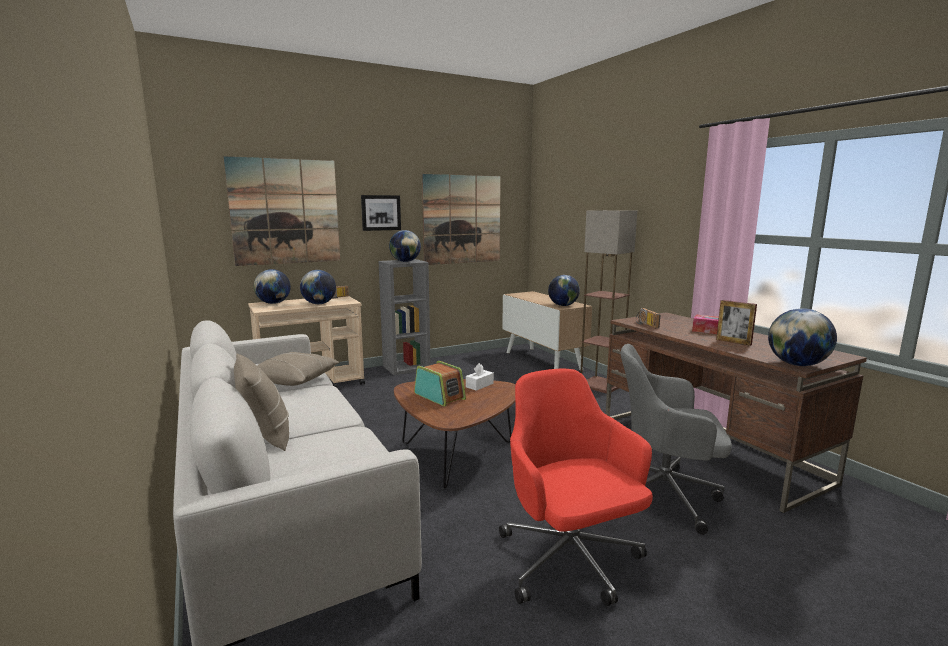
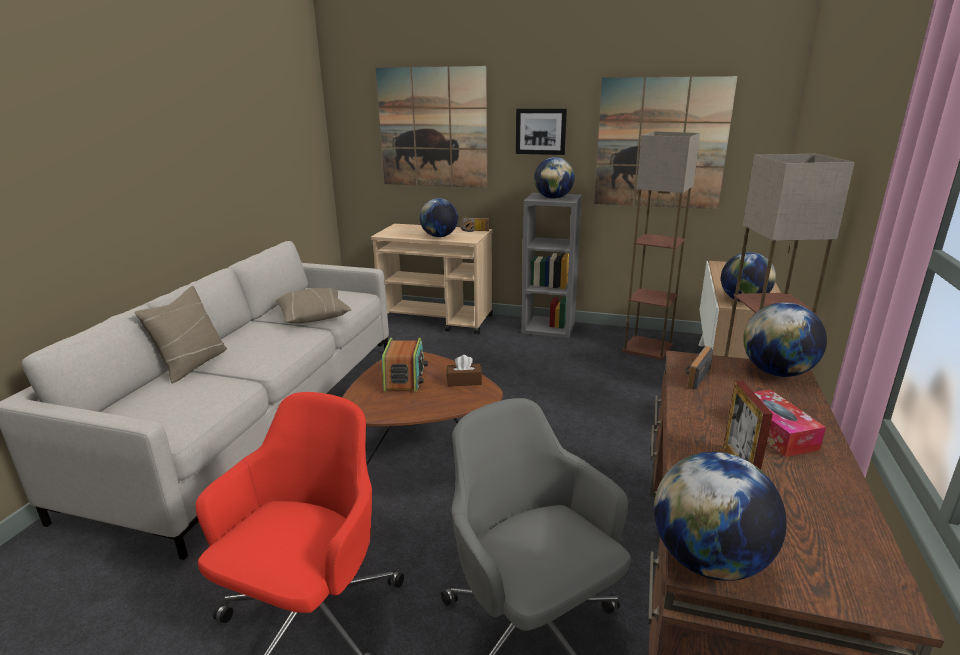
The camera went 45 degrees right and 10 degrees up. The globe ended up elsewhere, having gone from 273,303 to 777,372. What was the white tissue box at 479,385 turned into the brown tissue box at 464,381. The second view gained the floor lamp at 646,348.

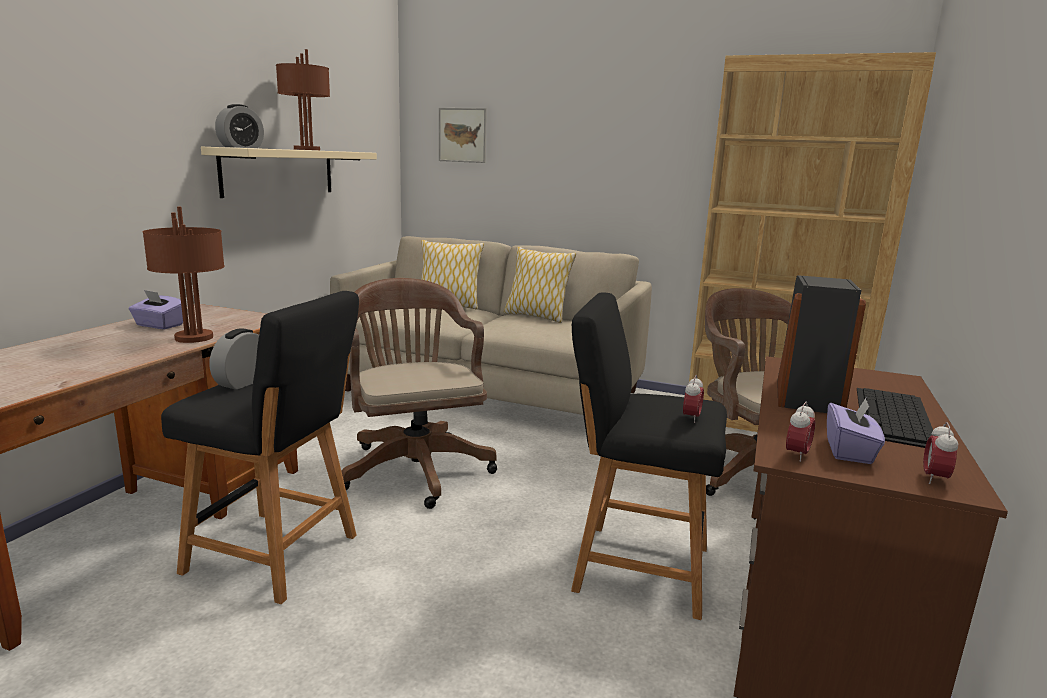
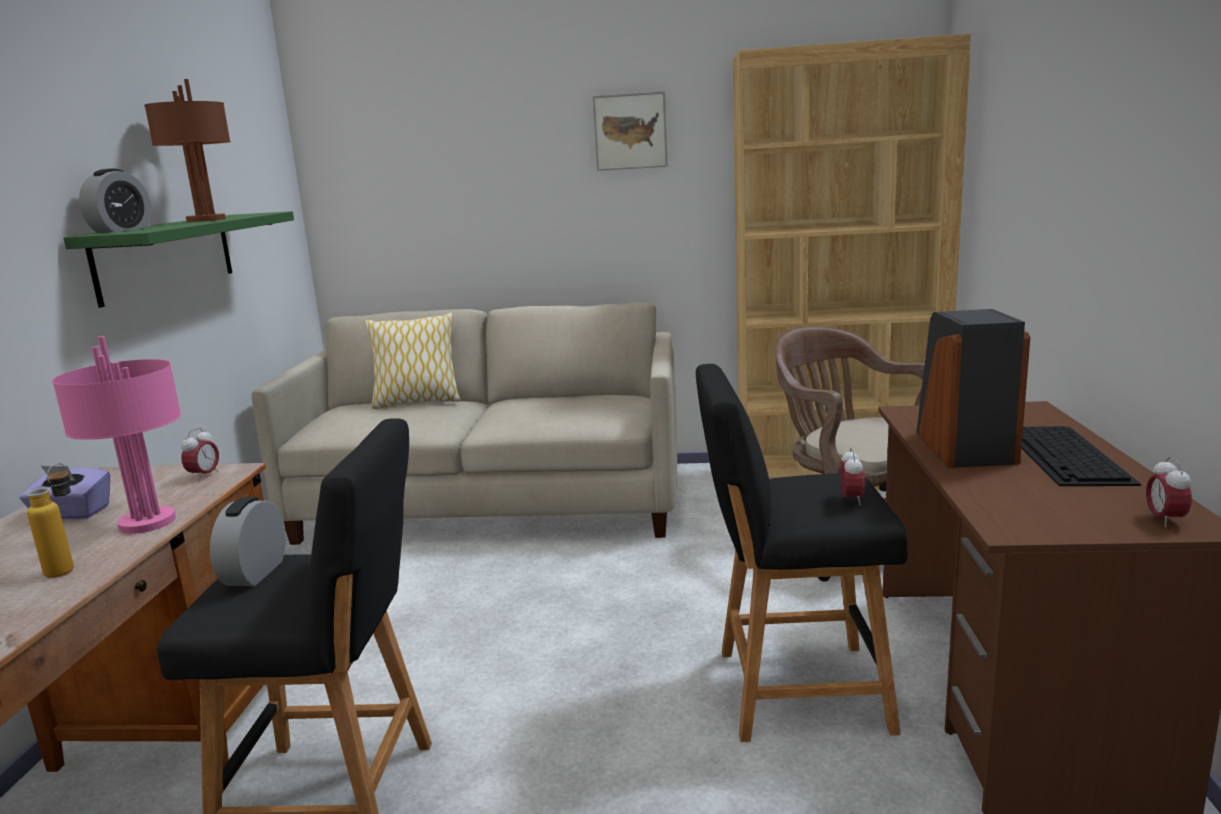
The camera went 15 degrees left and 0 degrees up. The picture ended up elsewhere, having gone from 462,135 to 630,131. What was the beige shelf at 279,172 turned into the green shelf at 166,256. What was the brown table lamp at 195,338 turned into the pink table lamp at 149,522. The second view lost the pillow at 536,316. The second view lost the brown office chair at 414,466. The second view lost the purple tissue box at 849,451. The alarm clock ended up elsewhere, having gone from 796,455 to 204,476. The second view gained the bottle at 68,567.

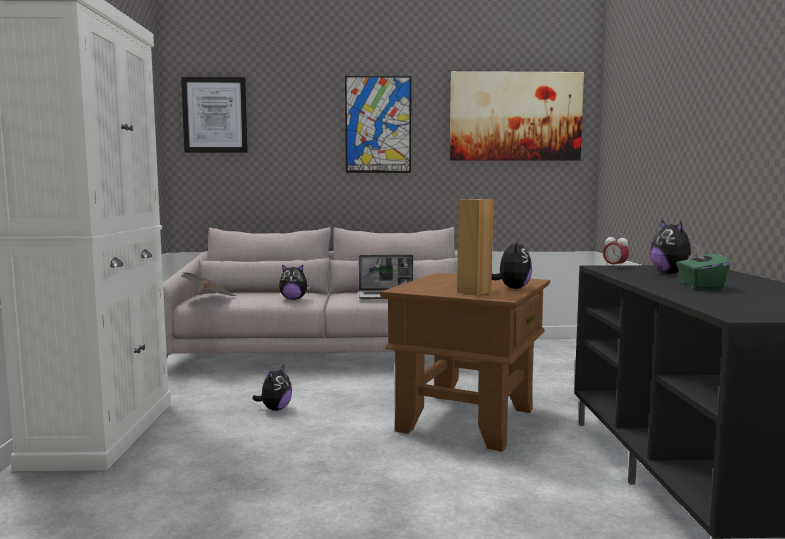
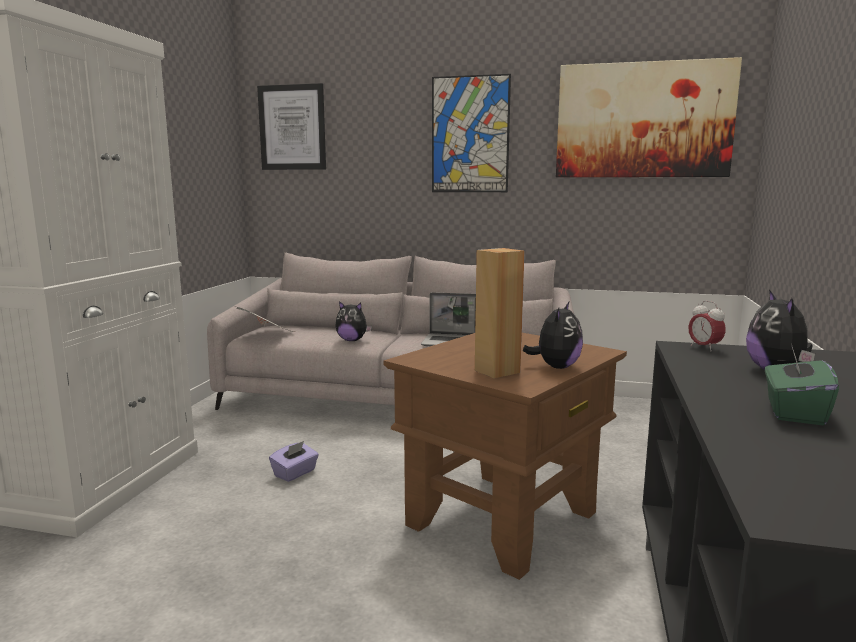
The camera went 15 degrees right and 5 degrees up. Where the plush toy stood at 275,409, the purple tissue box came to stand at 295,473.

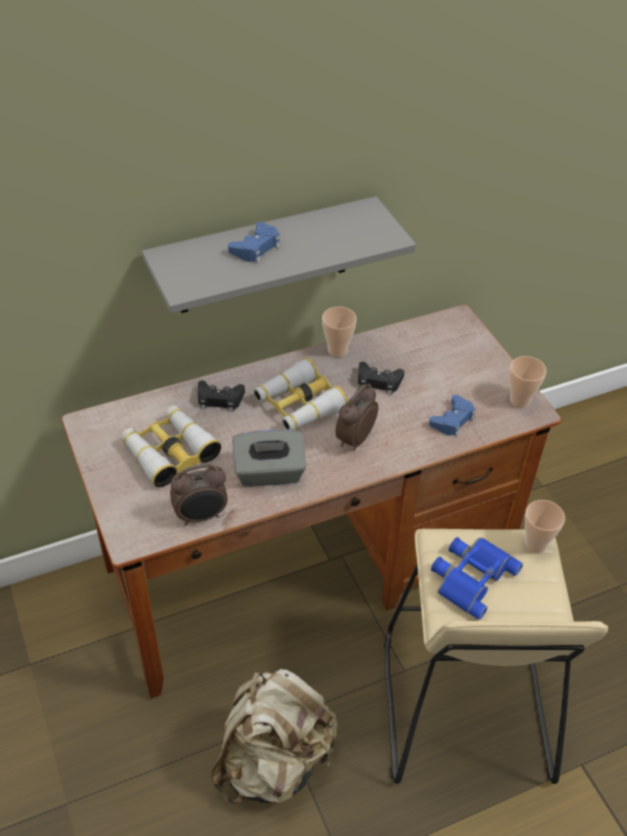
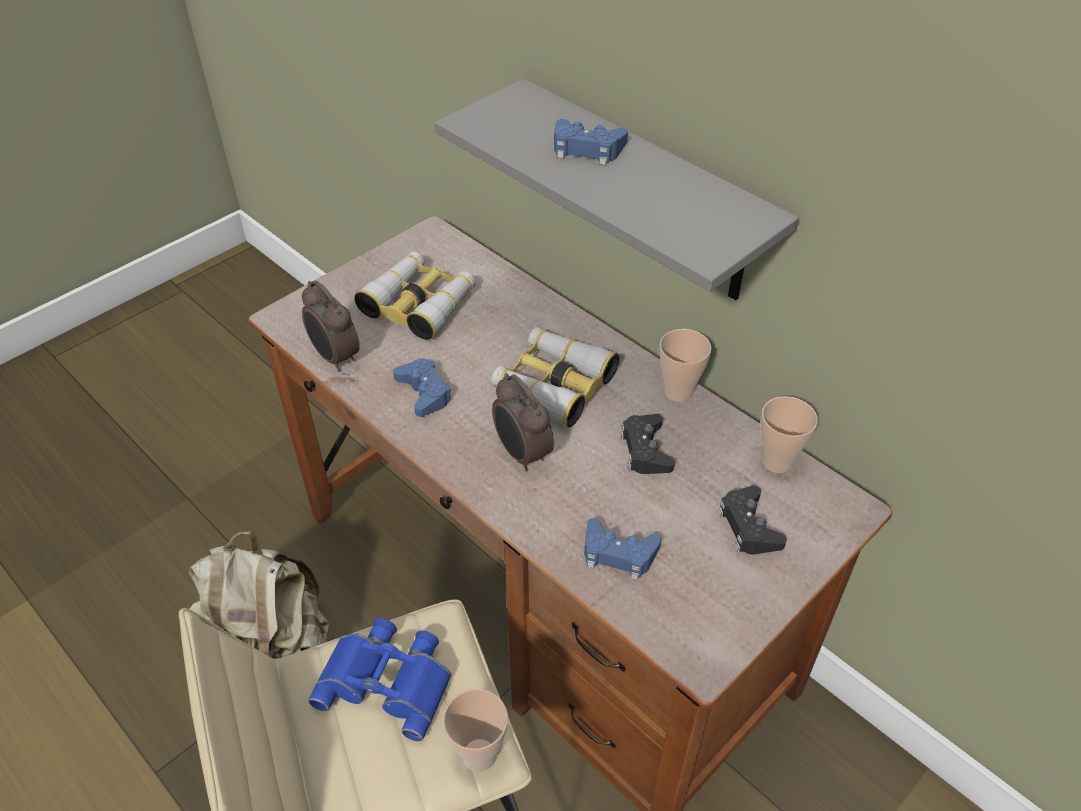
The camera went 70 degrees right and 0 degrees up. The cup ended up elsewhere, having gone from 519,401 to 777,461. The black game controller ended up elsewhere, having gone from 219,399 to 748,527. The alarm clock at 354,439 ended up facing another way, 135 degrees counterclockwise from before. Where the grey tissue box stood at 269,473, the blue game controller came to stand at 424,392.

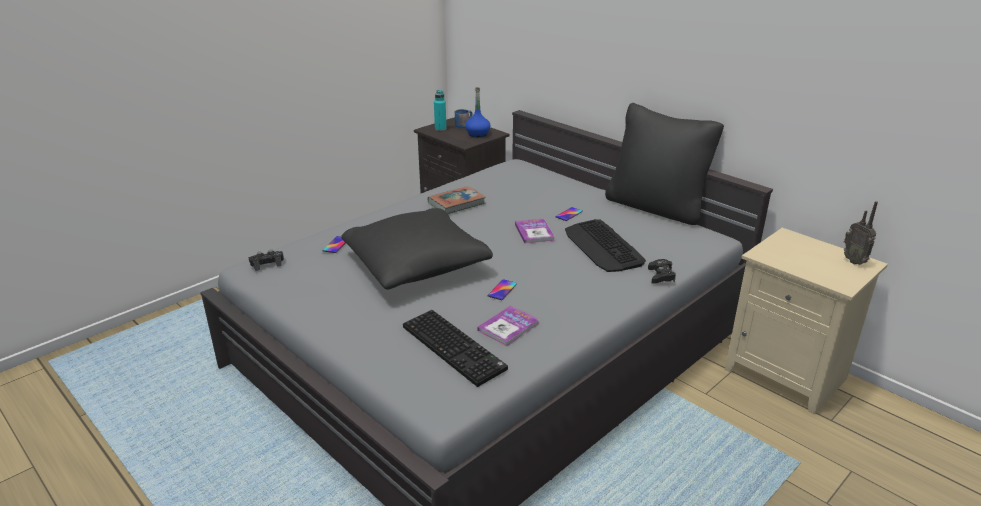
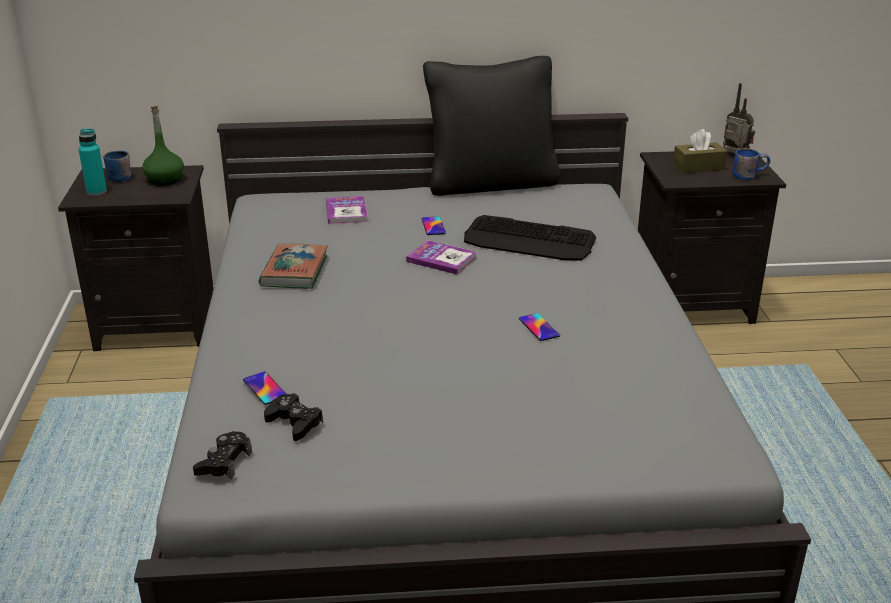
The camera went 50 degrees left and 0 degrees up. What was the blue bottle at 477,134 turned into the green bottle at 164,180. The radio at 854,261 ended up facing another way, 150 degrees counterclockwise from before. The second view lost the black pillow at 416,265. What was the beige nightstand at 787,374 turned into the black nightstand at 693,304. The black game controller ended up elsewhere, having gone from 661,276 to 294,422. The book ended up elsewhere, having gone from 508,327 to 346,212. The second view lost the keyboard at 455,348. The second view gained the brown tissue box at 698,167. The second view gained the blue mug at 748,175.

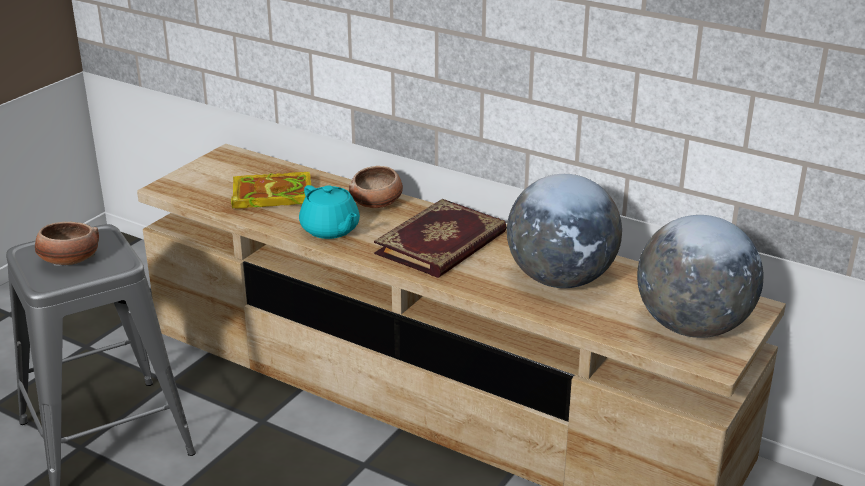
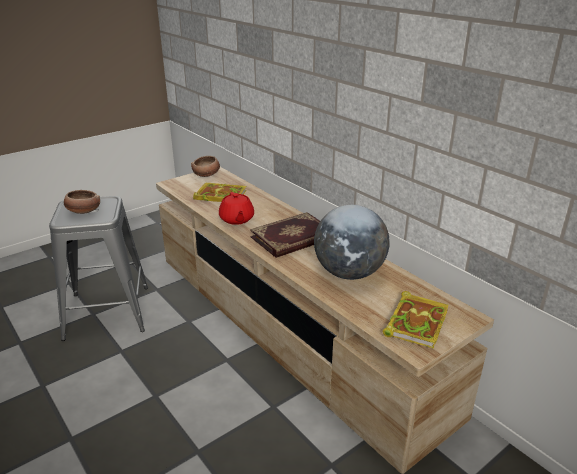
The camera went 20 degrees right and 0 degrees up. The bowl ended up elsewhere, having gone from 377,203 to 207,175. What was the turquoise teapot at 330,230 turned into the red teapot at 236,219. Where the globe stood at 692,327, the book came to stand at 416,321.

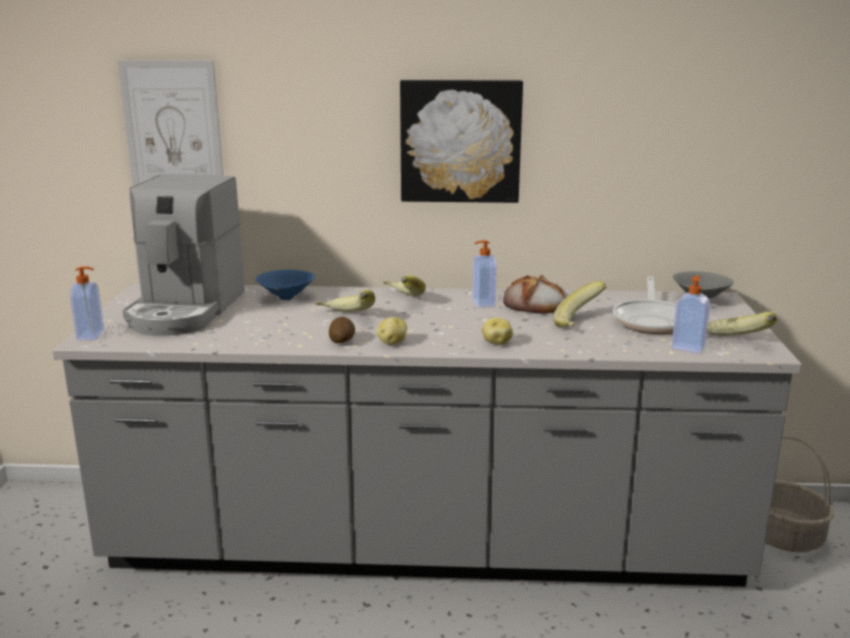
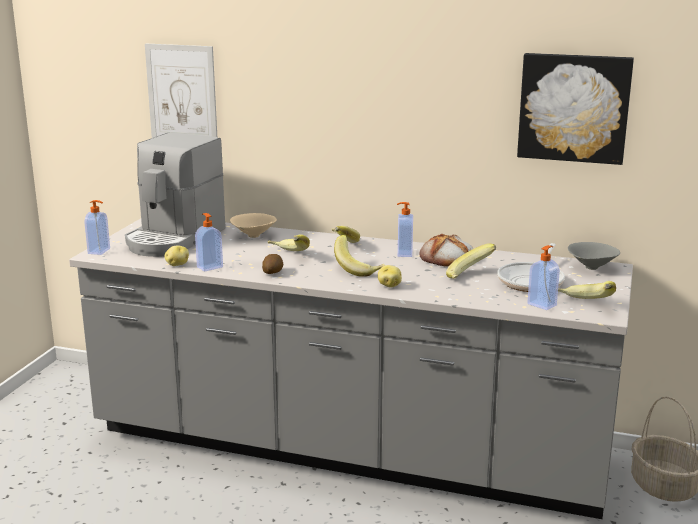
The camera went 15 degrees right and 0 degrees up. The picture ended up elsewhere, having gone from 460,141 to 574,107. What was the blue bowl at 285,299 turned into the beige bowl at 253,236. The potato ended up elsewhere, having gone from 392,343 to 177,265. The second view gained the soap dispenser at 209,267. The second view gained the banana at 359,269.

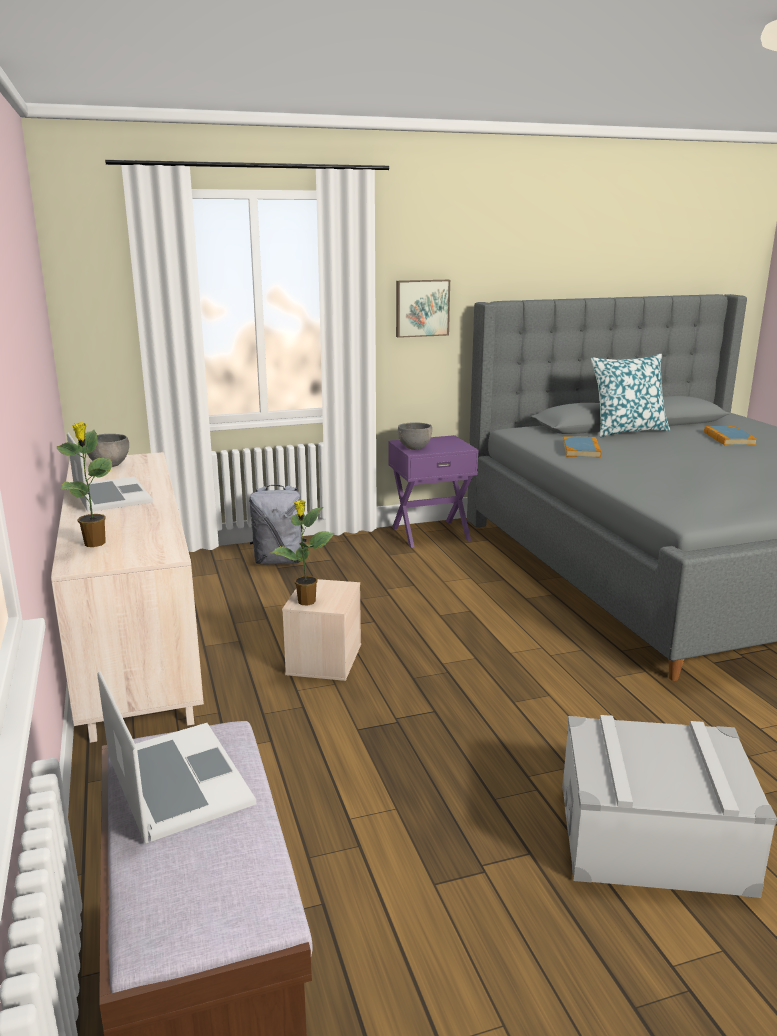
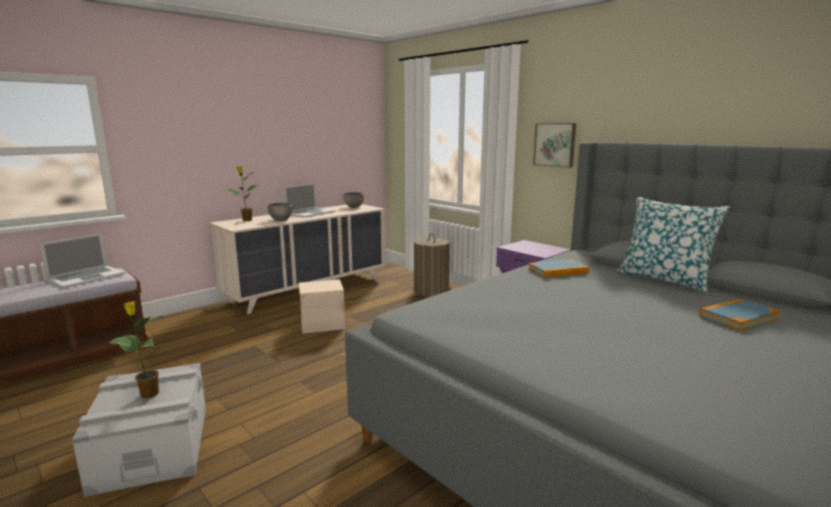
The camera went 65 degrees right and 5 degrees down. The grey bowl ended up elsewhere, having gone from 414,448 to 281,220. Where the grey backpack stood at 279,561, the laundry basket came to stand at 431,291. The potted plant ended up elsewhere, having gone from 306,602 to 148,394.

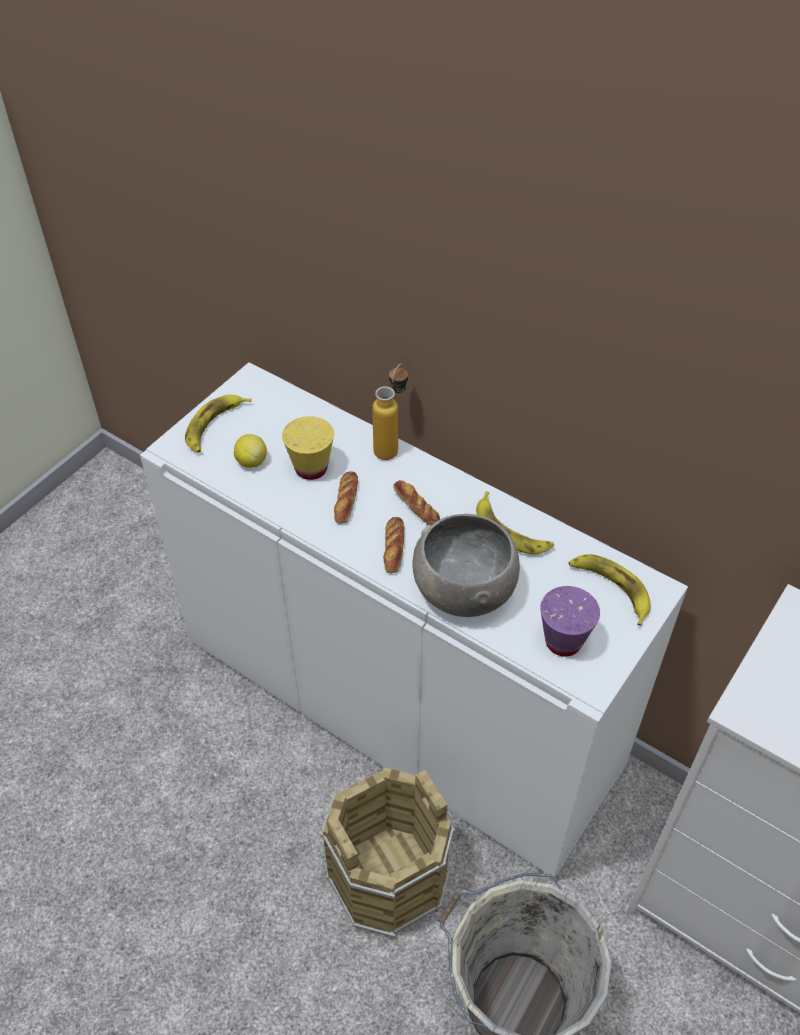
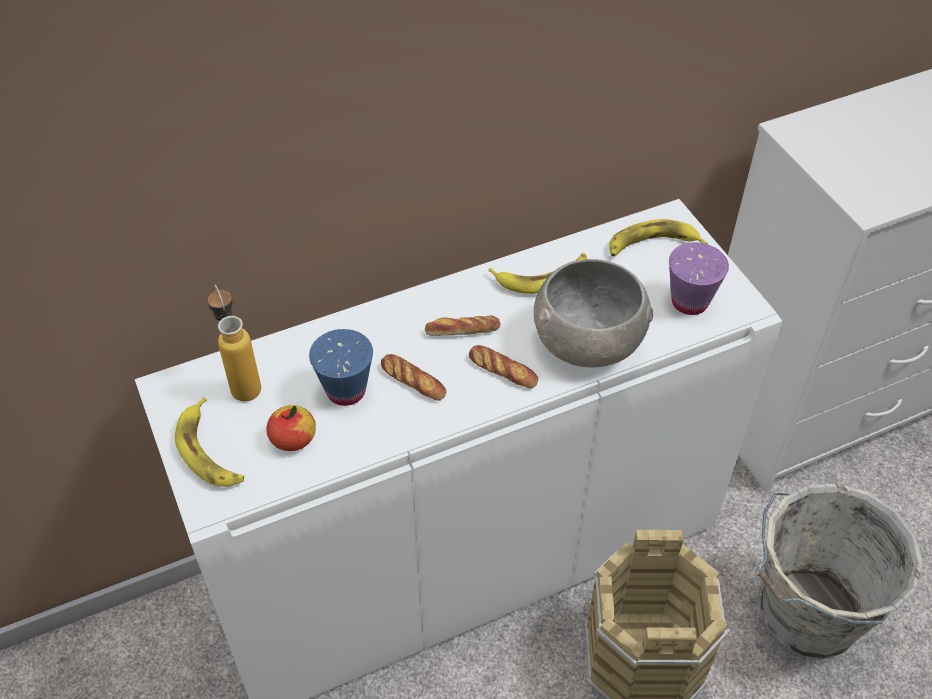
The camera went 60 degrees left and 0 degrees up. The bottle ended up elsewhere, having gone from 391,446 to 242,381. What was the yellow cup at 311,468 turned into the blue cup at 346,391. Where the lemon stood at 251,461, the apple came to stand at 293,438.

